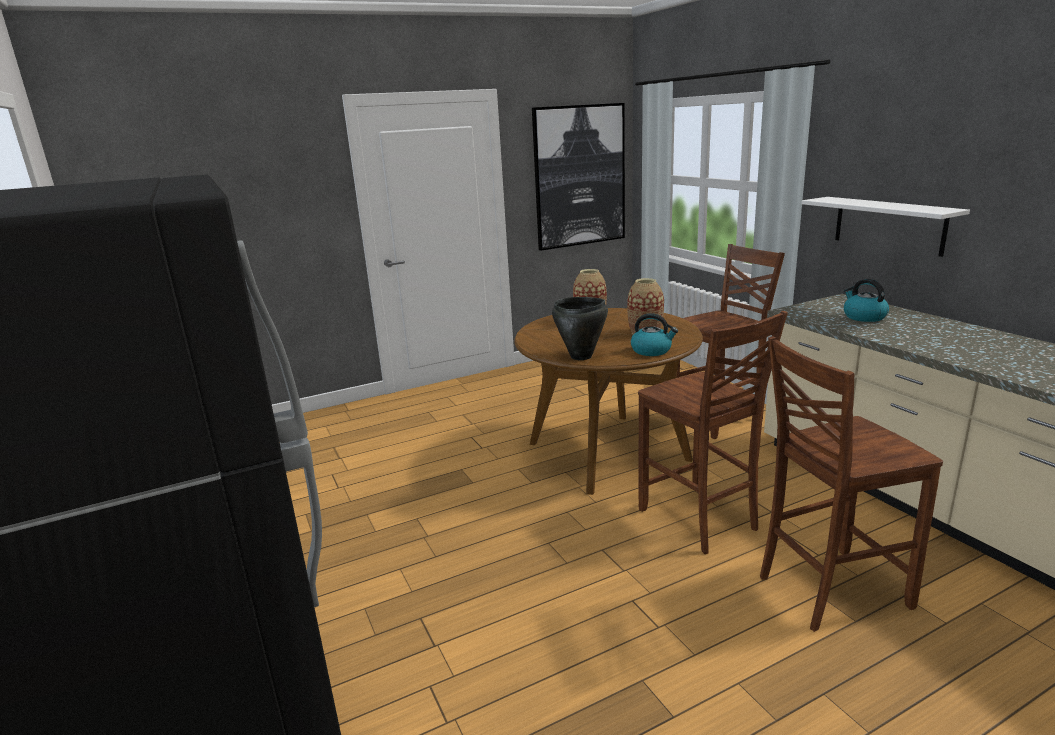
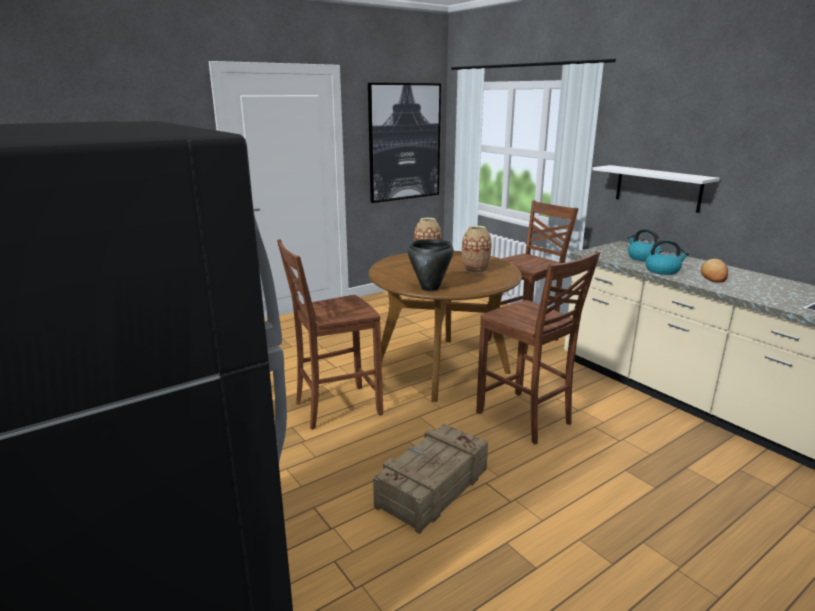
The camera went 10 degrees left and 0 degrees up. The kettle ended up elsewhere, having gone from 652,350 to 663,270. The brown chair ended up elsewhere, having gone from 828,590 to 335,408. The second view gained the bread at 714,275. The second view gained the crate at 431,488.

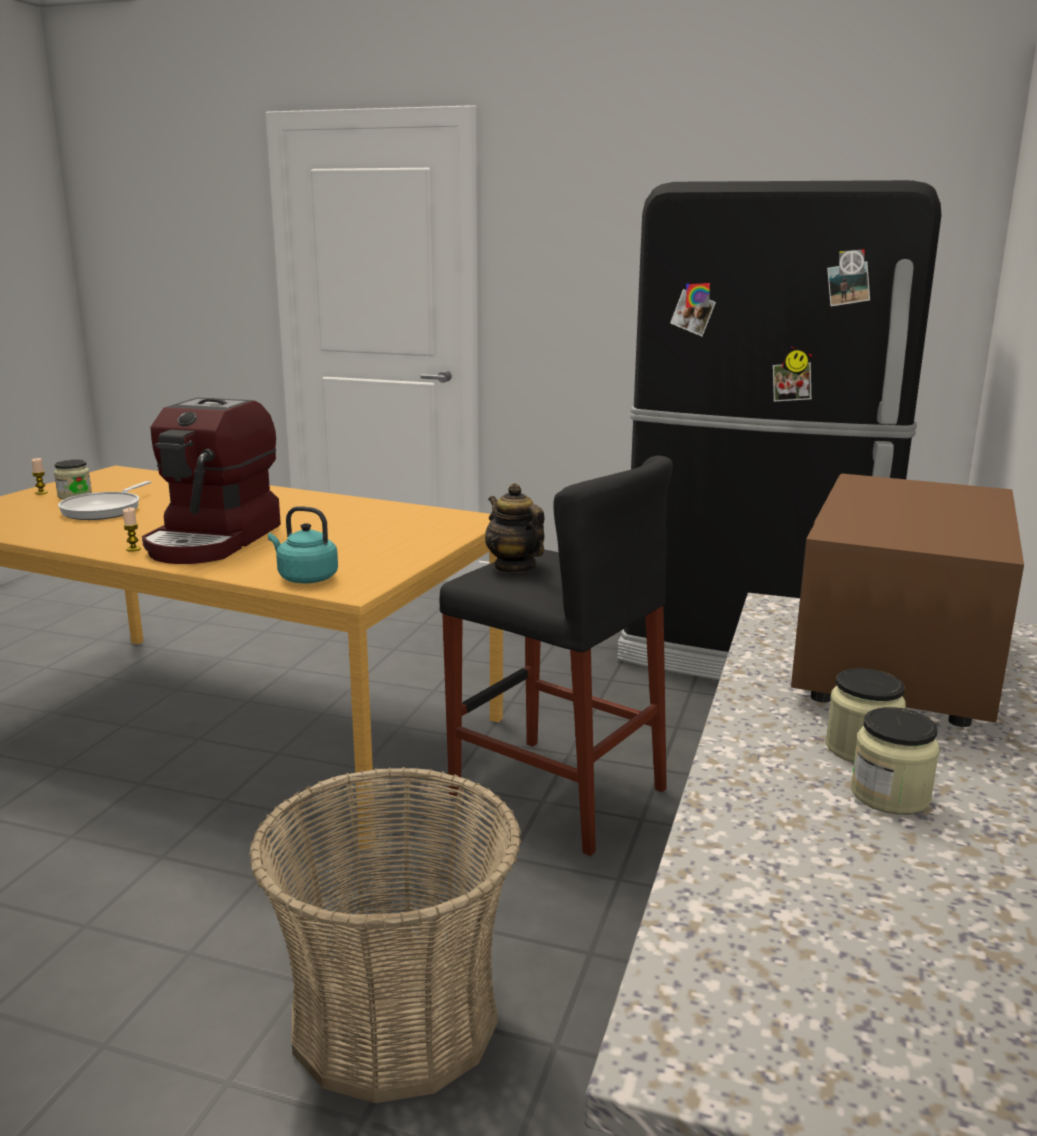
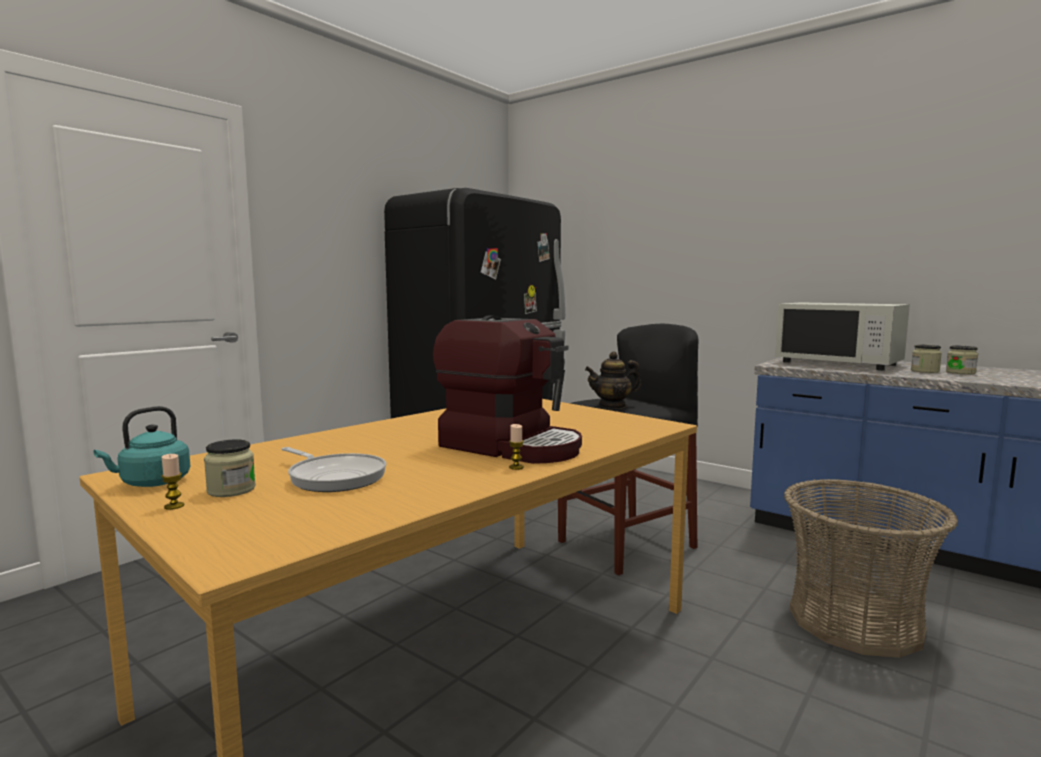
The camera went 70 degrees left and 10 degrees down. What was the brown microwave at 899,664 turned into the white microwave at 838,363. The turquoise kettle ended up elsewhere, having gone from 305,578 to 152,483.

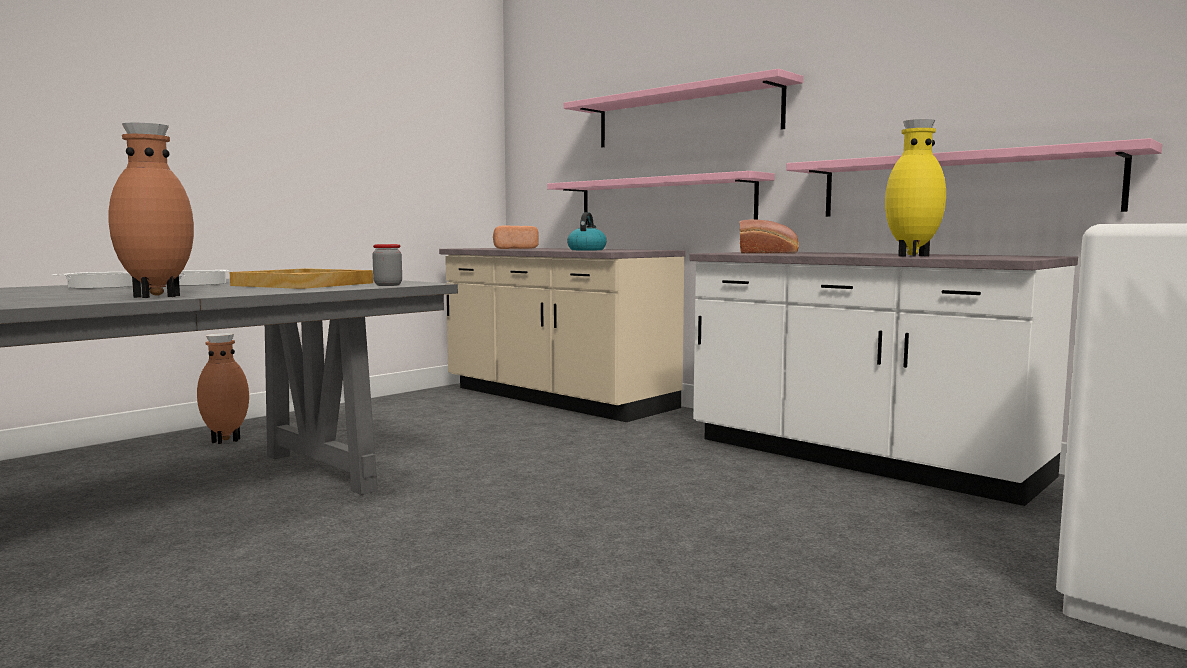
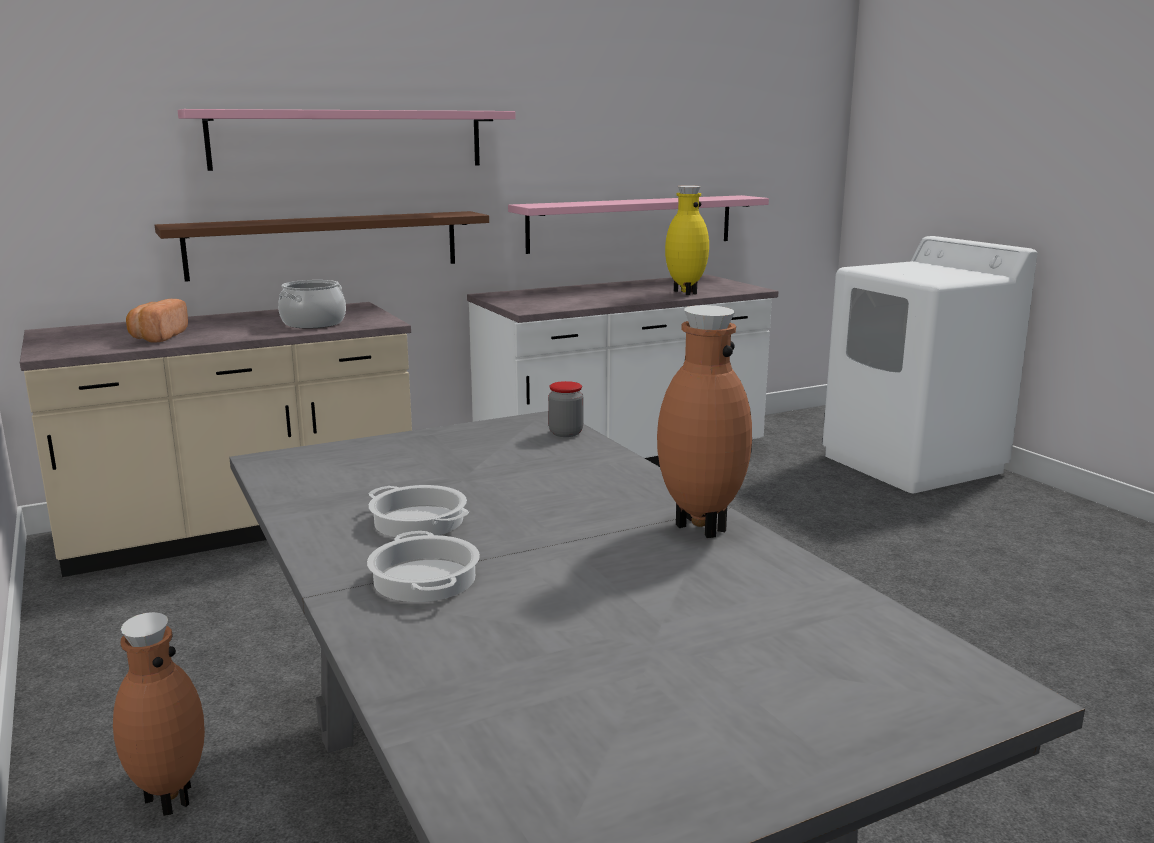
The camera went 70 degrees left and 10 degrees up. What was the pink shelf at 663,201 turned into the brown shelf at 325,244. Where the kettle stood at 587,250, the cooking pot came to stand at 314,323. The second view lost the bread at 769,253. The second view lost the beige tray at 305,284.

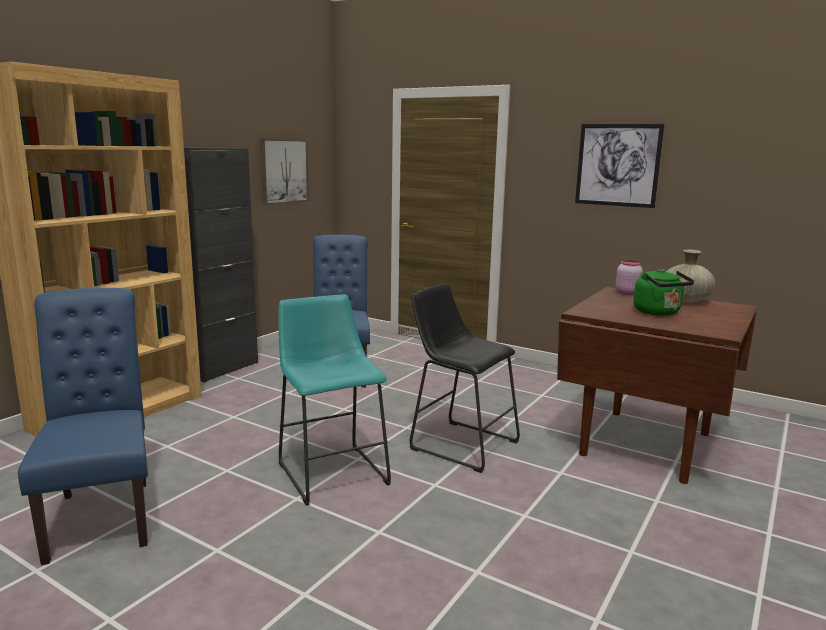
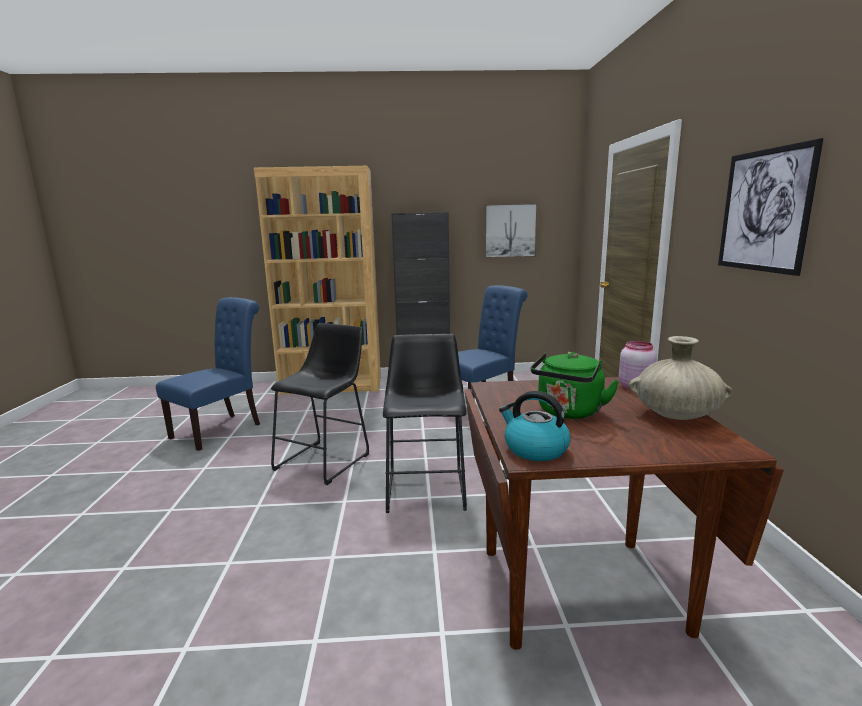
The camera went 55 degrees right and 0 degrees up. What was the turquoise stool at 331,470 turned into the black stool at 326,459. The second view gained the kettle at 534,449.

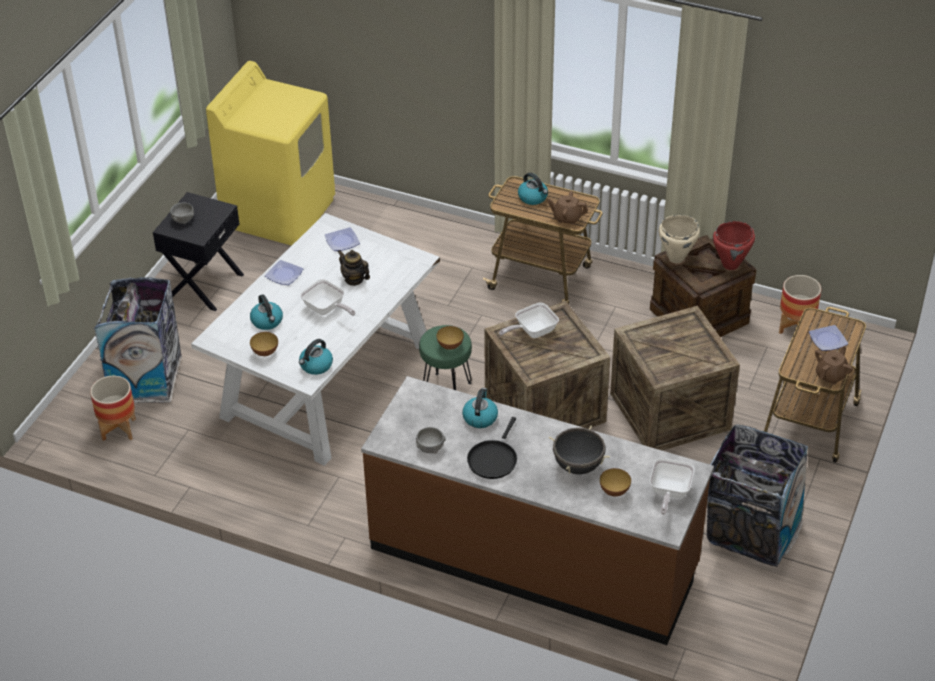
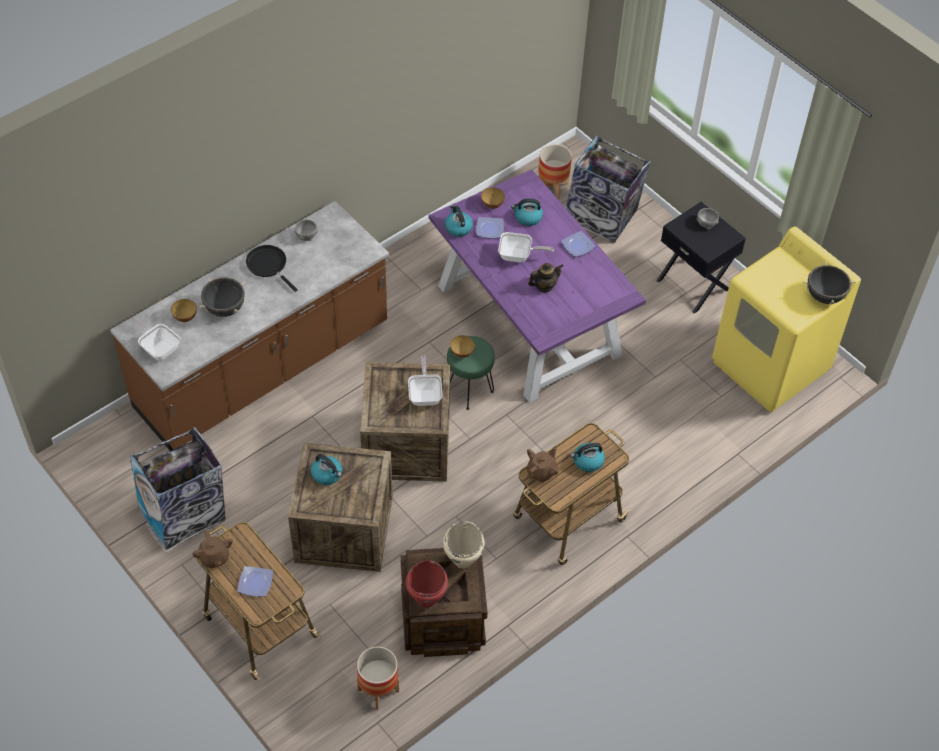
The camera went 115 degrees right and 10 degrees up. What was the white dining table at 326,381 turned into the purple dining table at 528,319. The plate ended up elsewhere, having gone from 343,242 to 489,229. The frying pan at 326,309 ended up facing another way, 150 degrees counterclockwise from before. The kettle ended up elsewhere, having gone from 480,417 to 327,474. The second view gained the black cooking pot at 824,296.

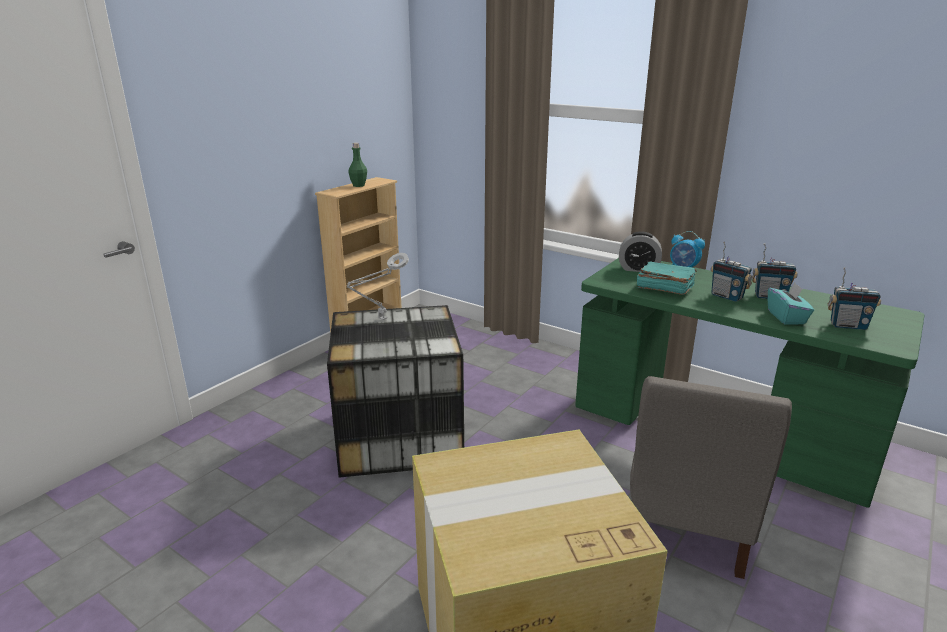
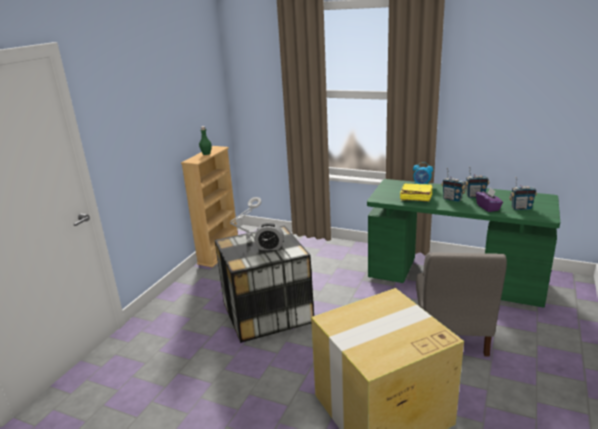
The camera went 10 degrees left and 0 degrees up. The alarm clock ended up elsewhere, having gone from 638,269 to 270,247. What was the turquoise book at 664,287 turned into the yellow book at 415,198. What was the turquoise tissue box at 786,317 turned into the purple tissue box at 488,207.

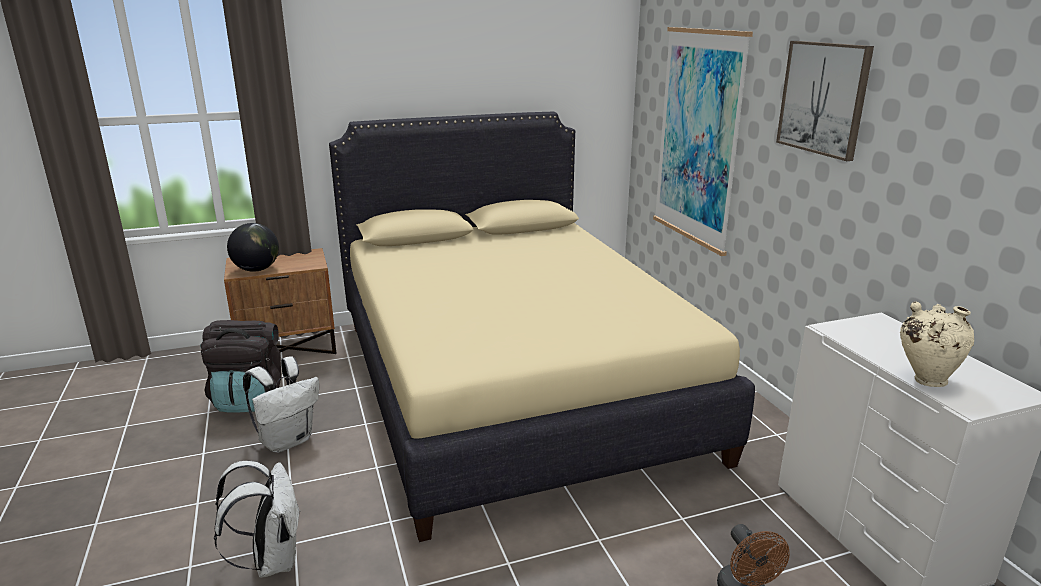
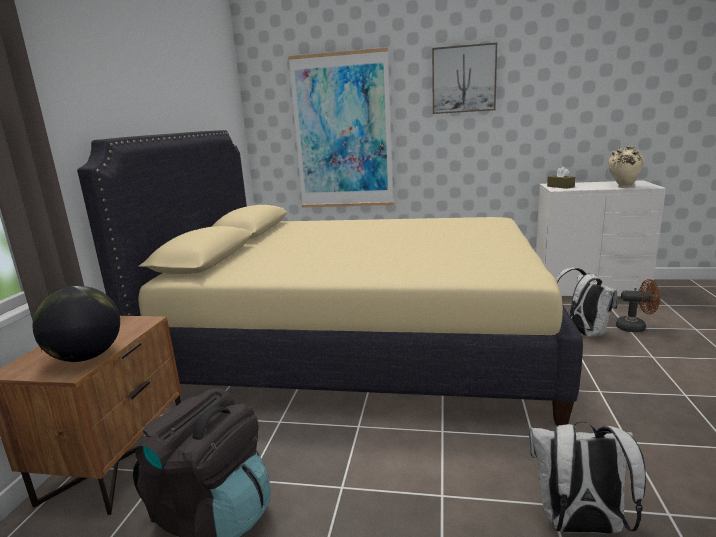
The camera went 60 degrees left and 5 degrees down. The white backpack ended up elsewhere, having gone from 287,440 to 582,332. The second view gained the brown tissue box at 560,186.

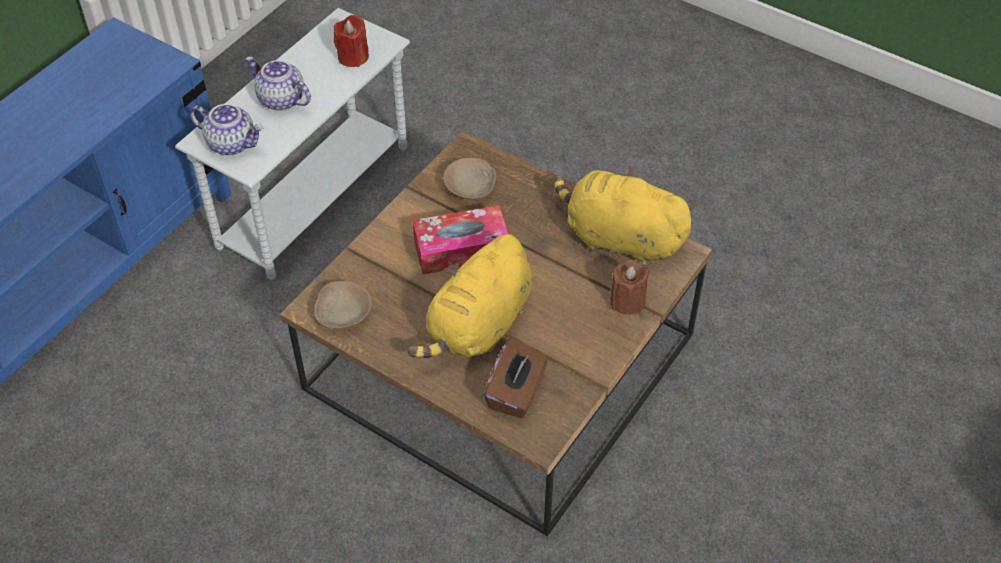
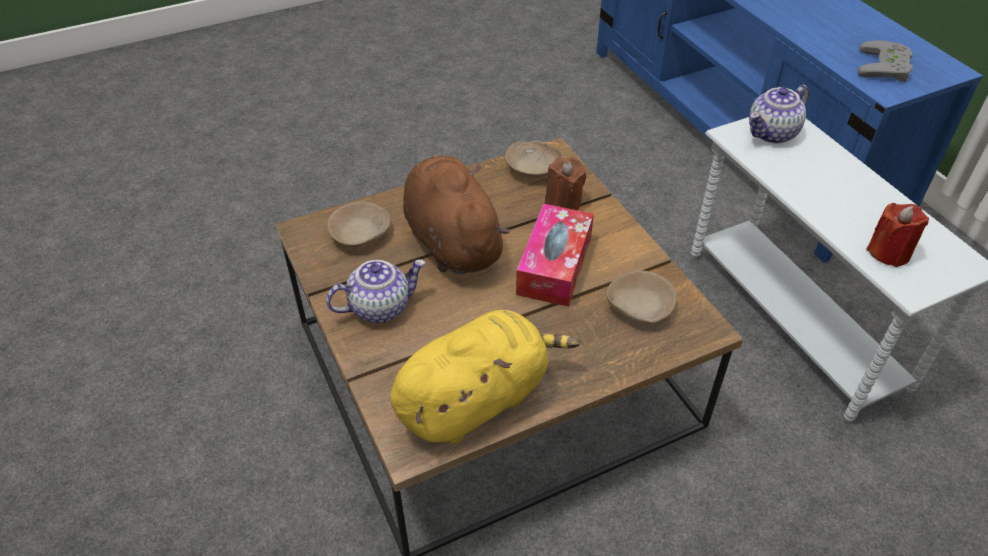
The camera went 120 degrees right and 5 degrees down. The teapot ended up elsewhere, having gone from 280,99 to 380,306. What was the yellow plush toy at 478,326 turned into the brown plush toy at 451,240. The brown candle ended up elsewhere, having gone from 627,301 to 563,202. Where the brown tissue box stood at 516,393, the beige bowl came to stand at 361,235. The second view gained the grey game controller at 887,67.

